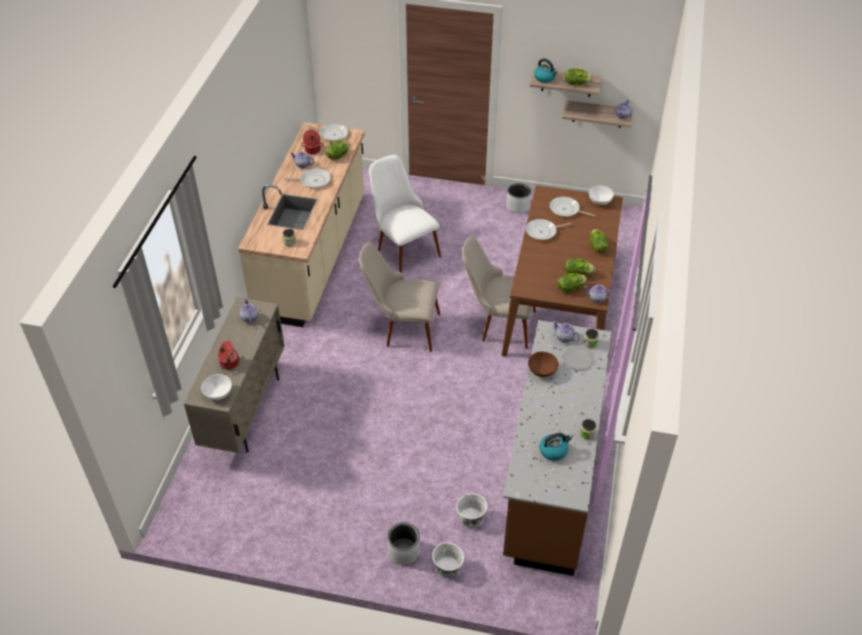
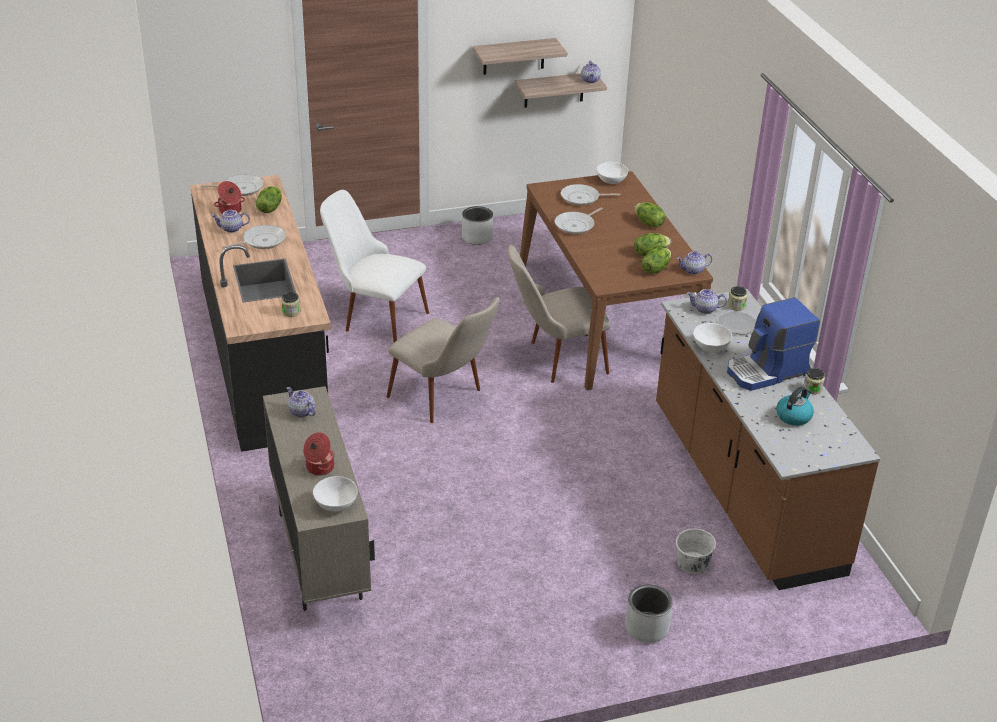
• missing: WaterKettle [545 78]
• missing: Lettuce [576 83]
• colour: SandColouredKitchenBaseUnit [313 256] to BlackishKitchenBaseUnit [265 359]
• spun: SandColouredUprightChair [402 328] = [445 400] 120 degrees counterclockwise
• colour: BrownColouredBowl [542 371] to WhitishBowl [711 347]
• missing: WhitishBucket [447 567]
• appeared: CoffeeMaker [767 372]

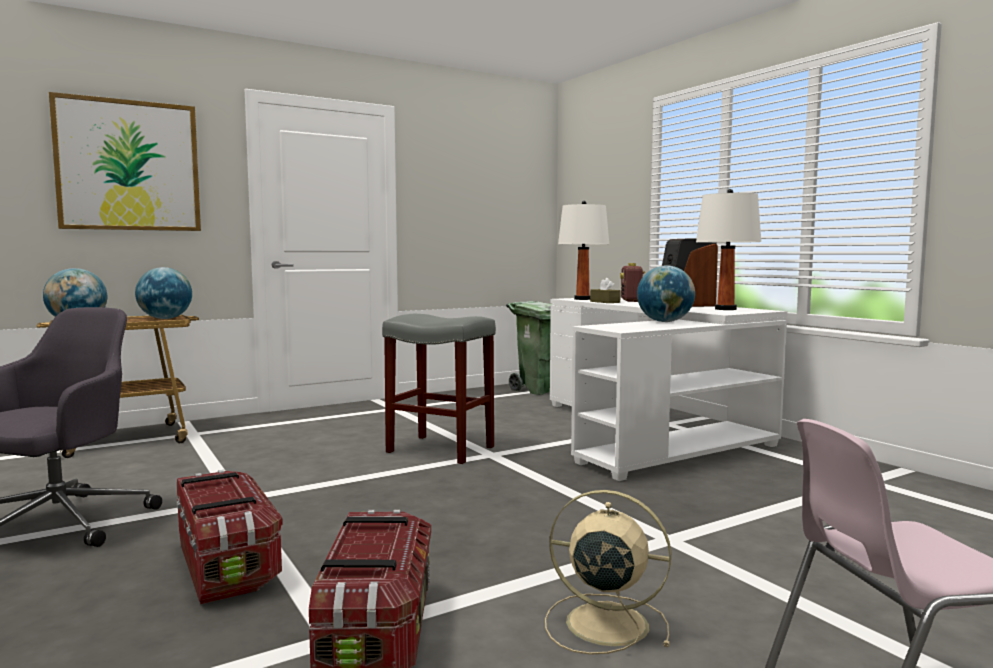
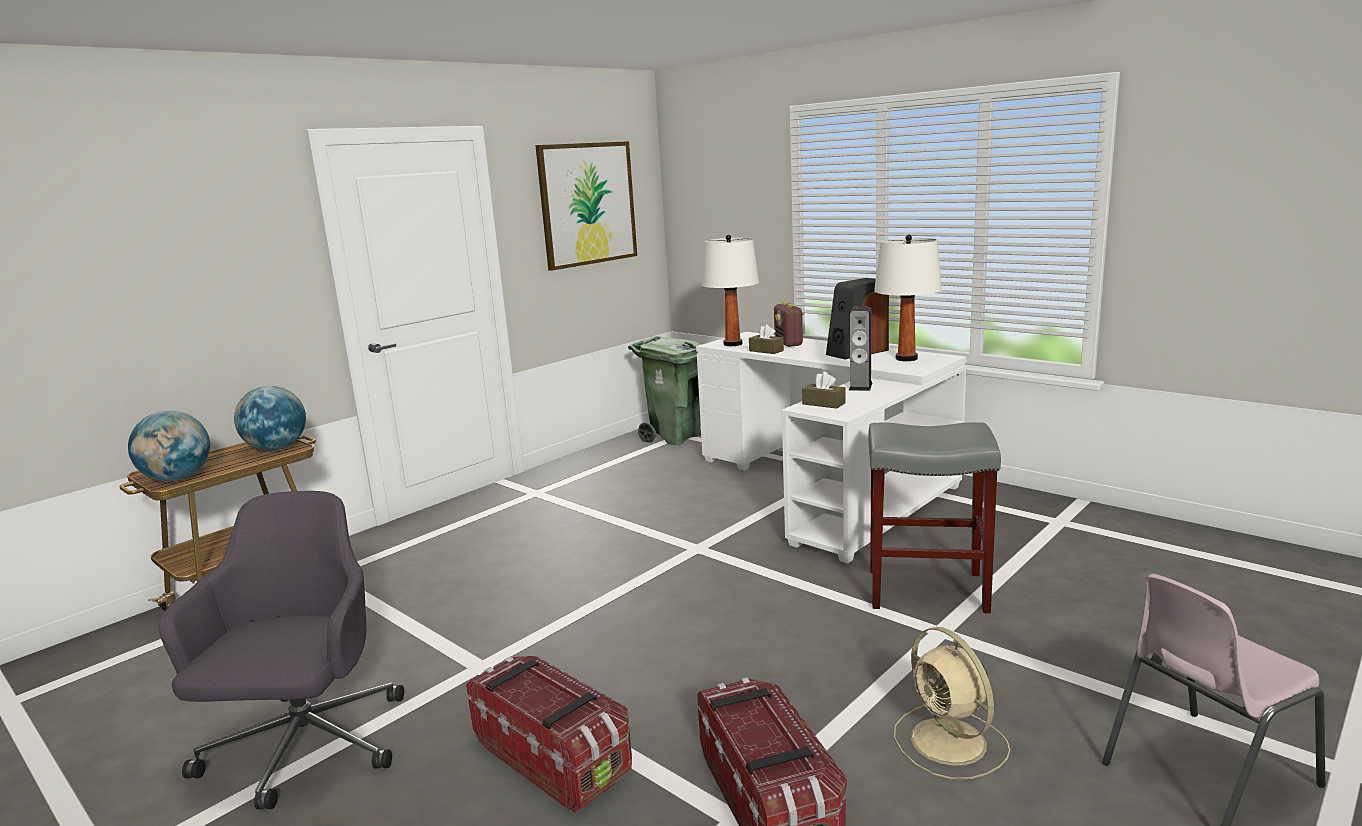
• relocated: WallPicture [128 166] to [587 204]
• exchanged: WorldGlobe [665 322] to Loudspeaker [860 386]
• relocated: GrayStool [439 449] to [925 590]
• spun: SandColouredFan [603 623] = [950 743] 120 degrees counterclockwise
• appeared: BrownColouredBoxOfTissues [823 403]

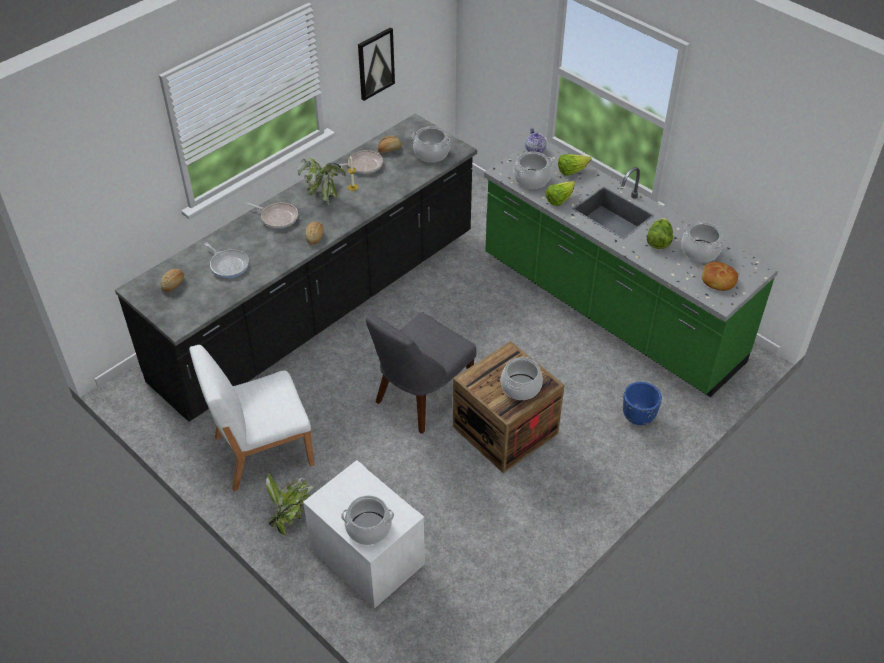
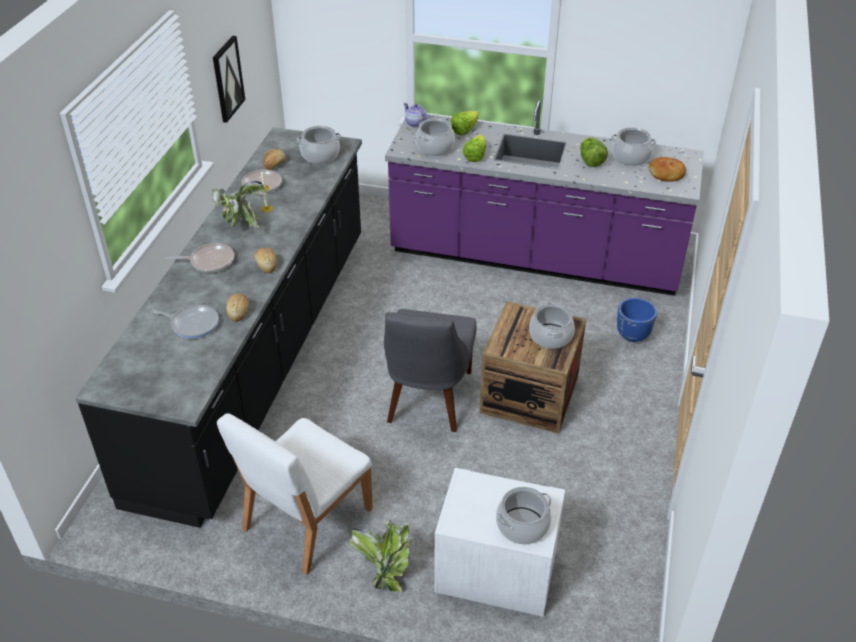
• colour: GreenKitchenBaseUnit [609 310] to PurplishKitchenBaseUnit [535 258]
• relocated: Bread [174 284] to [238 312]

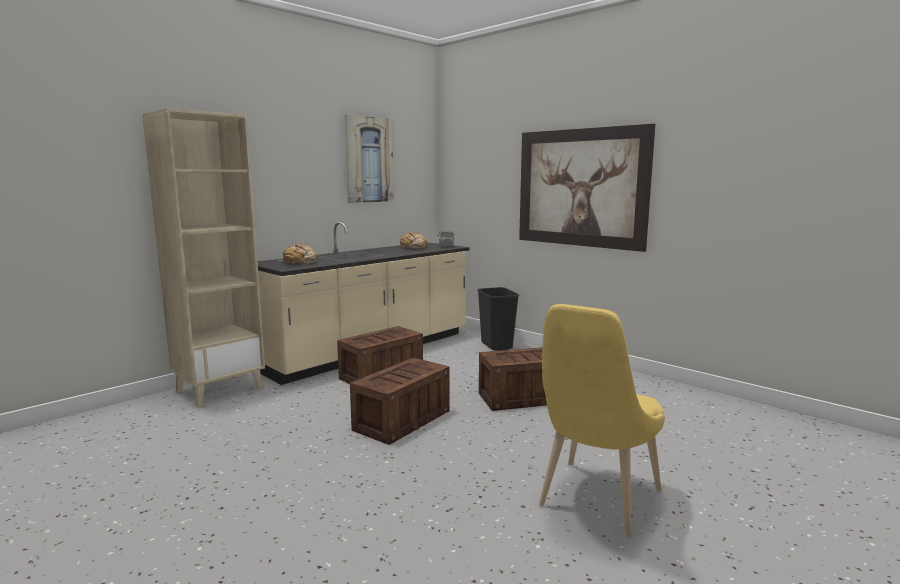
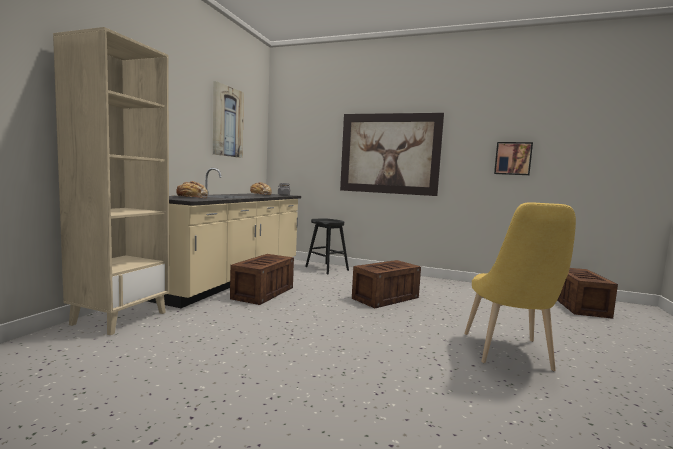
• exchanged: BlackishWasteBin [497 346] to BlackishStool [326 268]
• relocated: PackingCrate [403 419] to [578 305]
• appeared: WallPicture [512 158]

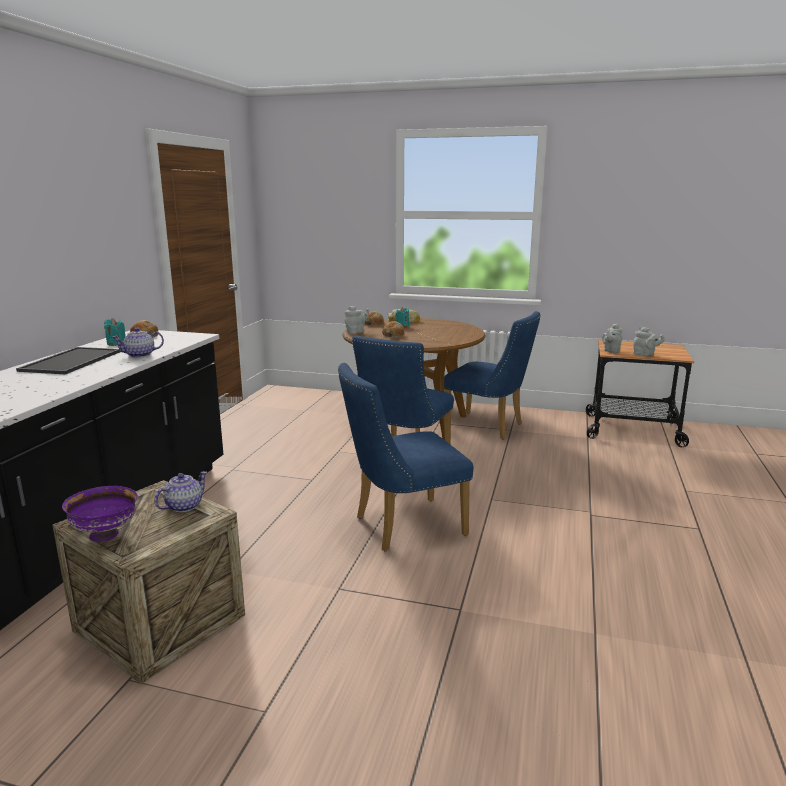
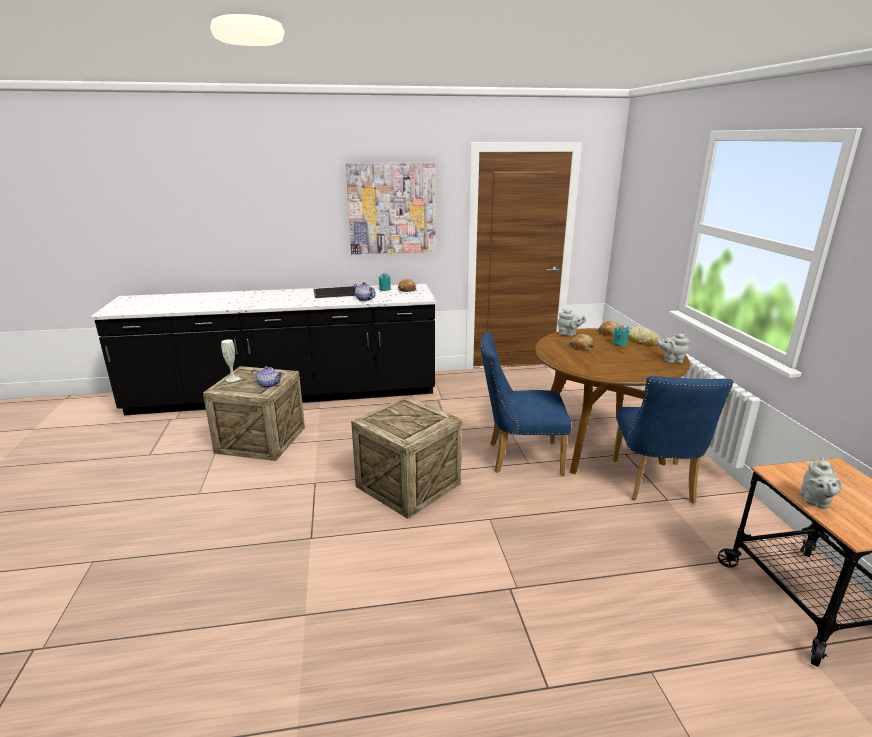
• relocated: GrayPotForTea [611 351] to [671 360]
• exchanged: BluishUprightChair [401 526] to PackingCrate [408 485]
• exchanged: PurplishBowl [106 534] to WhitishFlowerVase [232 379]
• appeared: WallPicture [392 208]

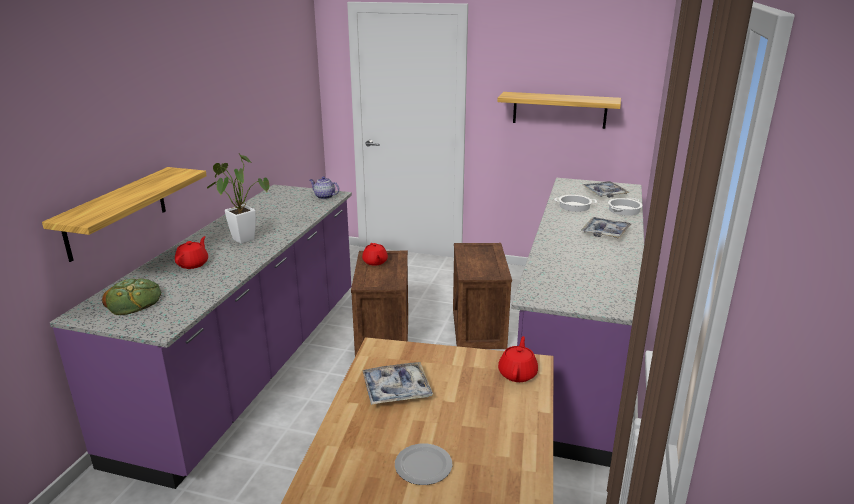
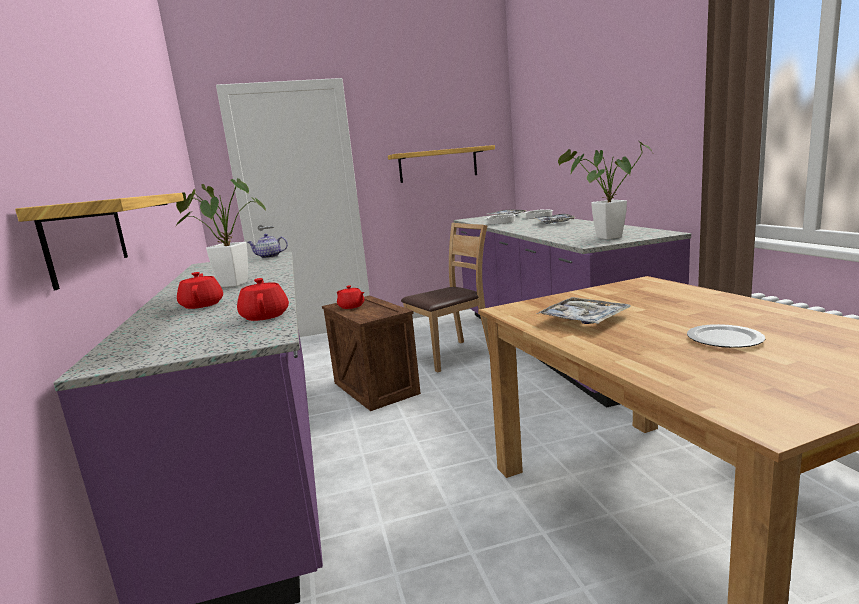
• exchanged: PackingCrate [479 328] to BrownColouredUprightChair [452 356]
• missing: Bread [133 301]
• relocated: RedPotForTea [518 373] to [265 316]
• appeared: PottedPlant [603 238]

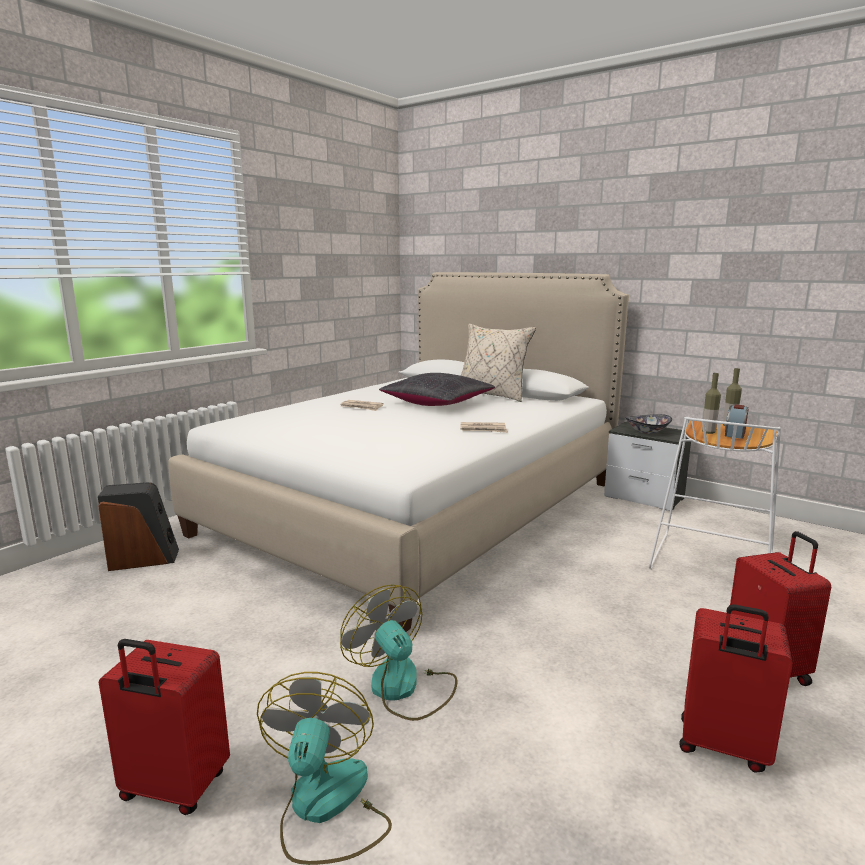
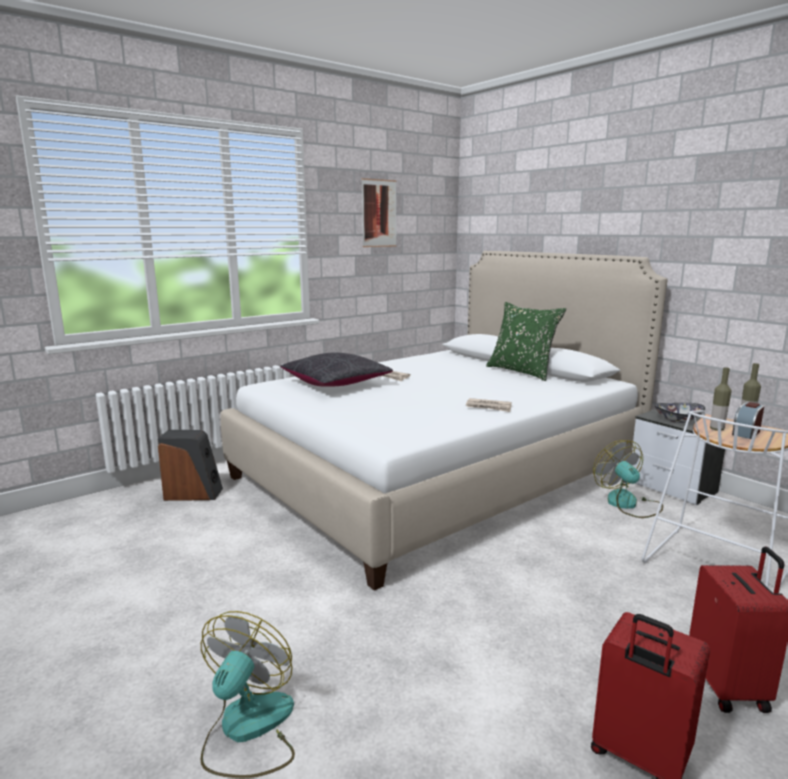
• colour: SandColouredPillow [492 395] to GreenPillow [522 372]
• relocated: BlackishPillow [437 403] to [335 383]
• relocated: Fan [403 688] to [628 504]
• missing: RedTravelCase [173 788]
• appeared: WallPicture [379 213]

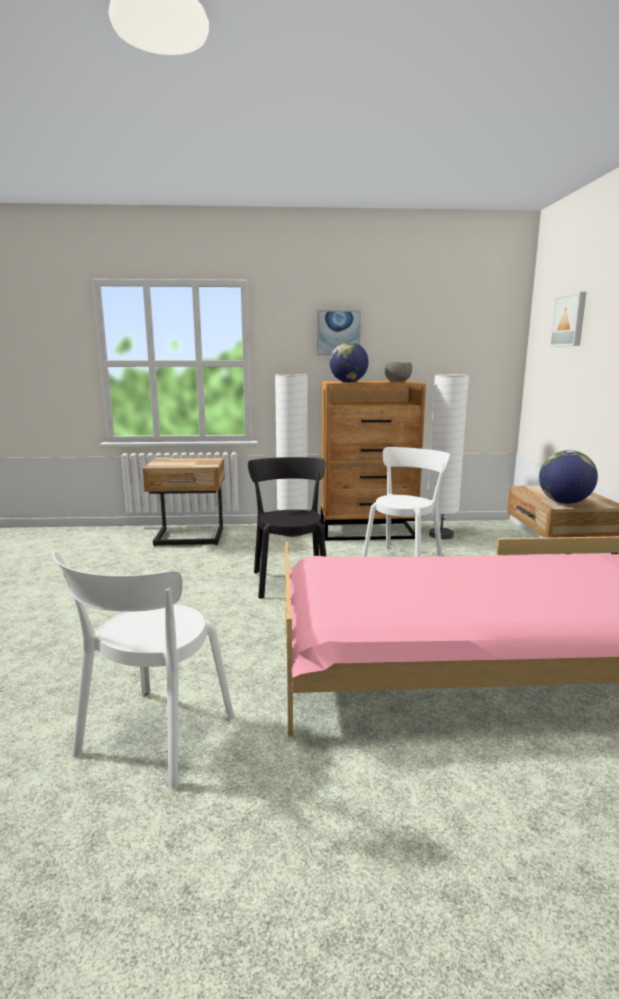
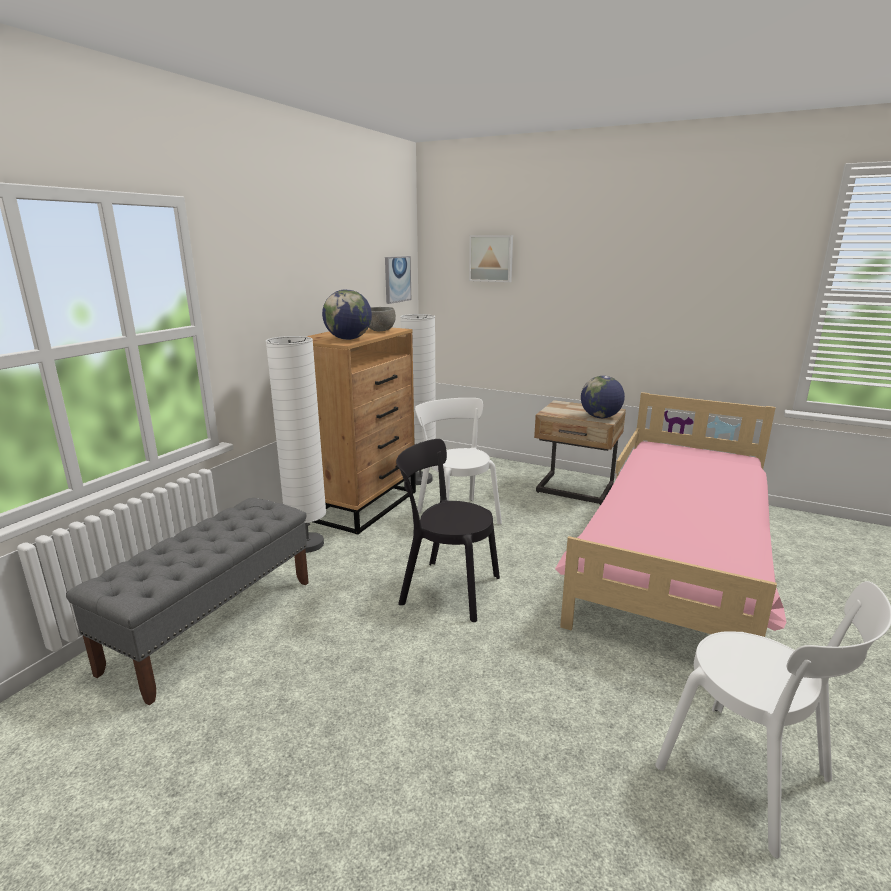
• relocated: WallPicture [338 333] to [397 279]
• exchanged: SandColouredNightTable [189 538] to GrayLongSeat [214 623]

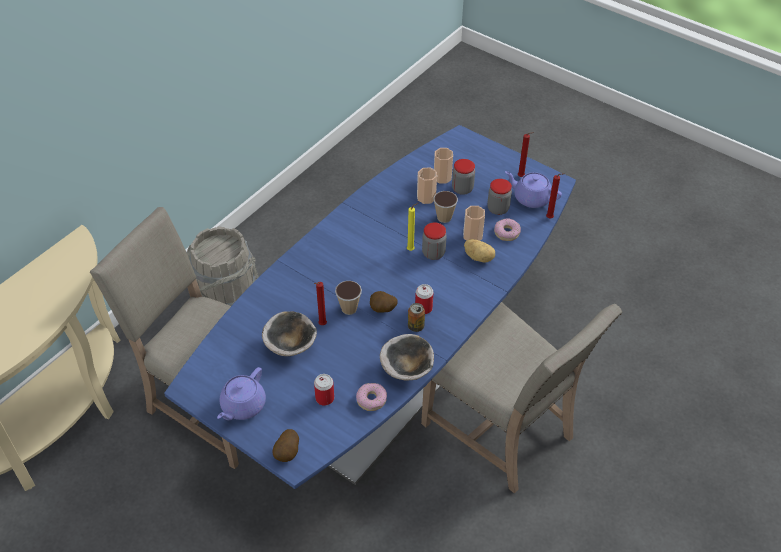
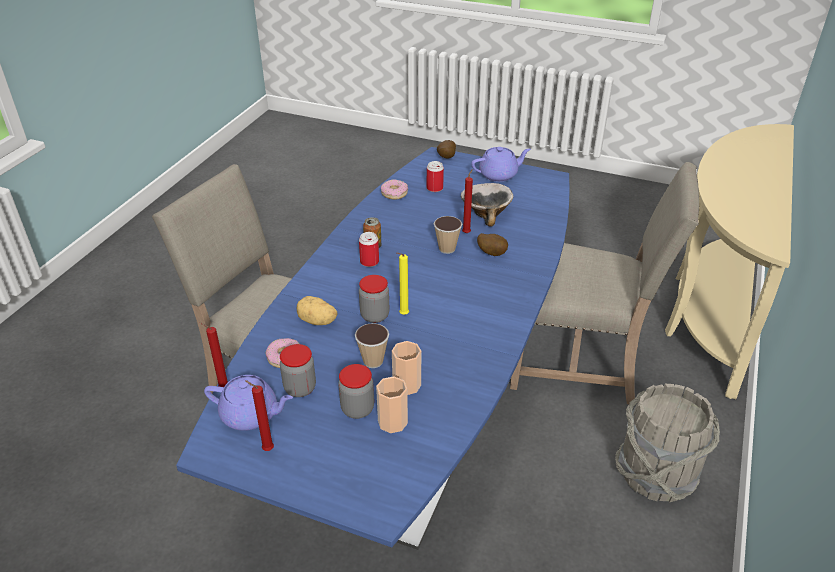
• missing: DrinkingCup [472 236]
• relocated: WholePotato [382 310] to [492 253]
• missing: Bowl [407 370]
• spun: PurplishPotForTea [242 406] = [499 175] 60 degrees clockwise

